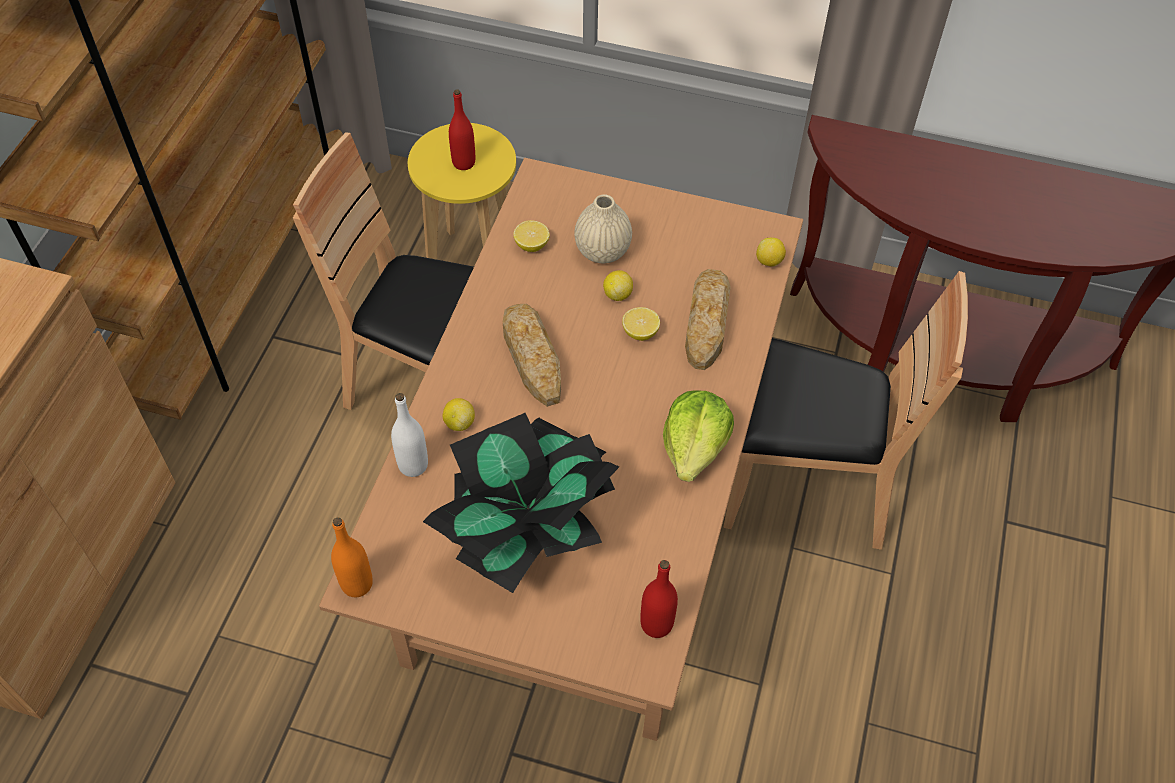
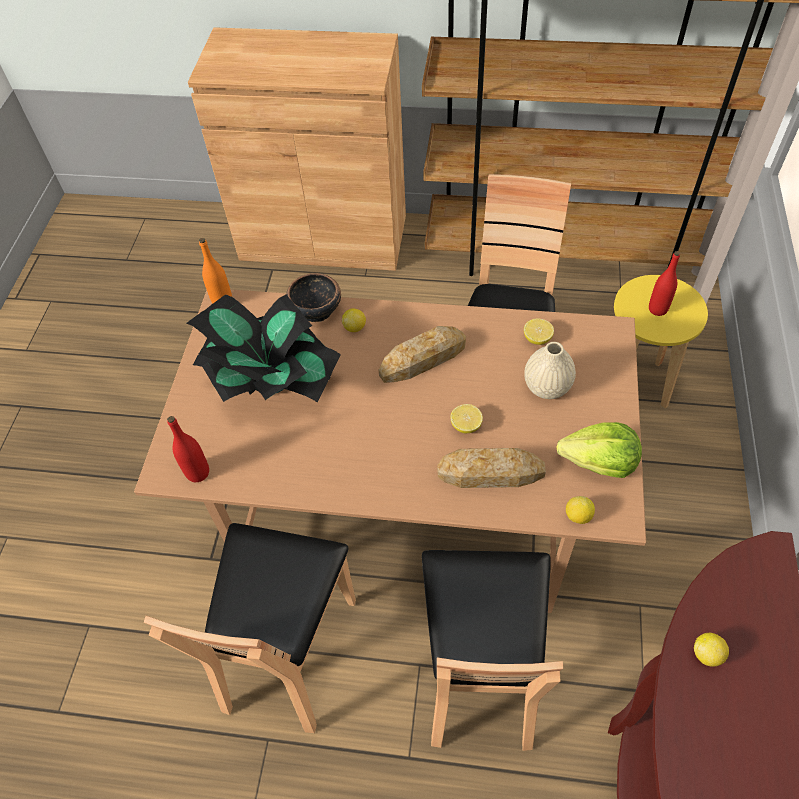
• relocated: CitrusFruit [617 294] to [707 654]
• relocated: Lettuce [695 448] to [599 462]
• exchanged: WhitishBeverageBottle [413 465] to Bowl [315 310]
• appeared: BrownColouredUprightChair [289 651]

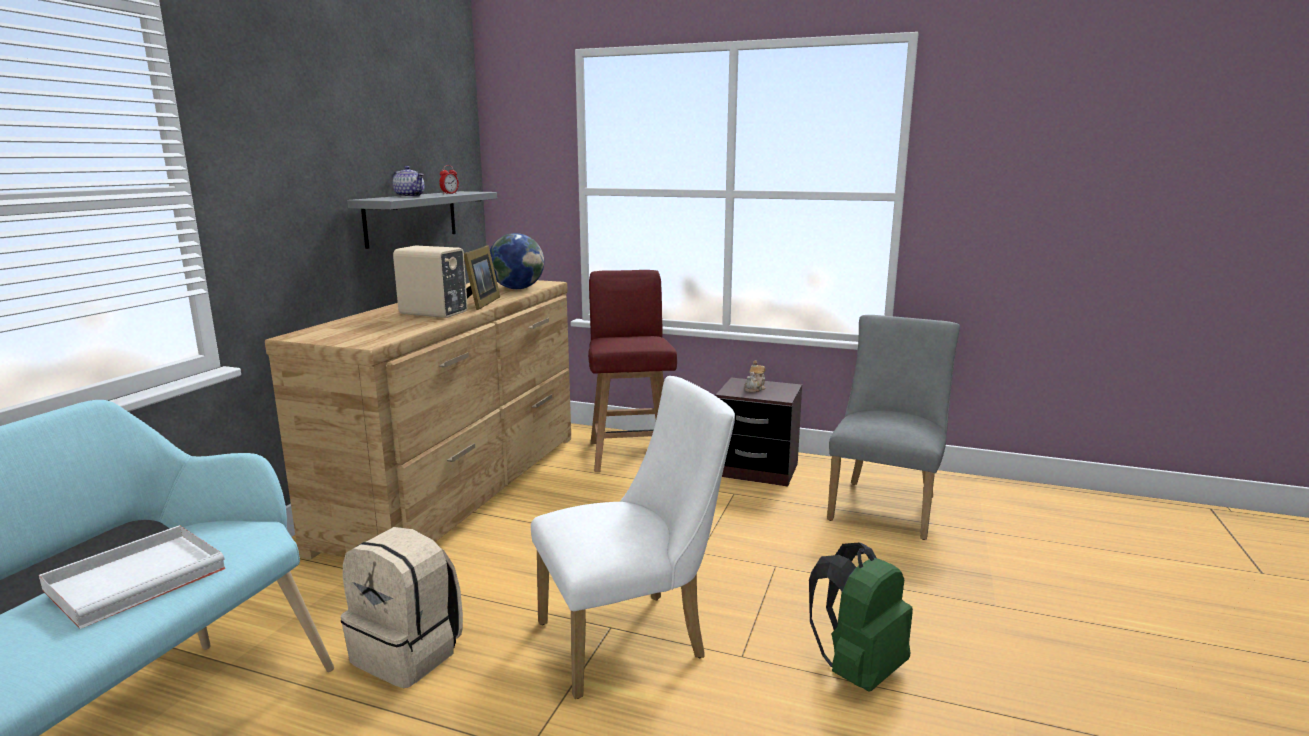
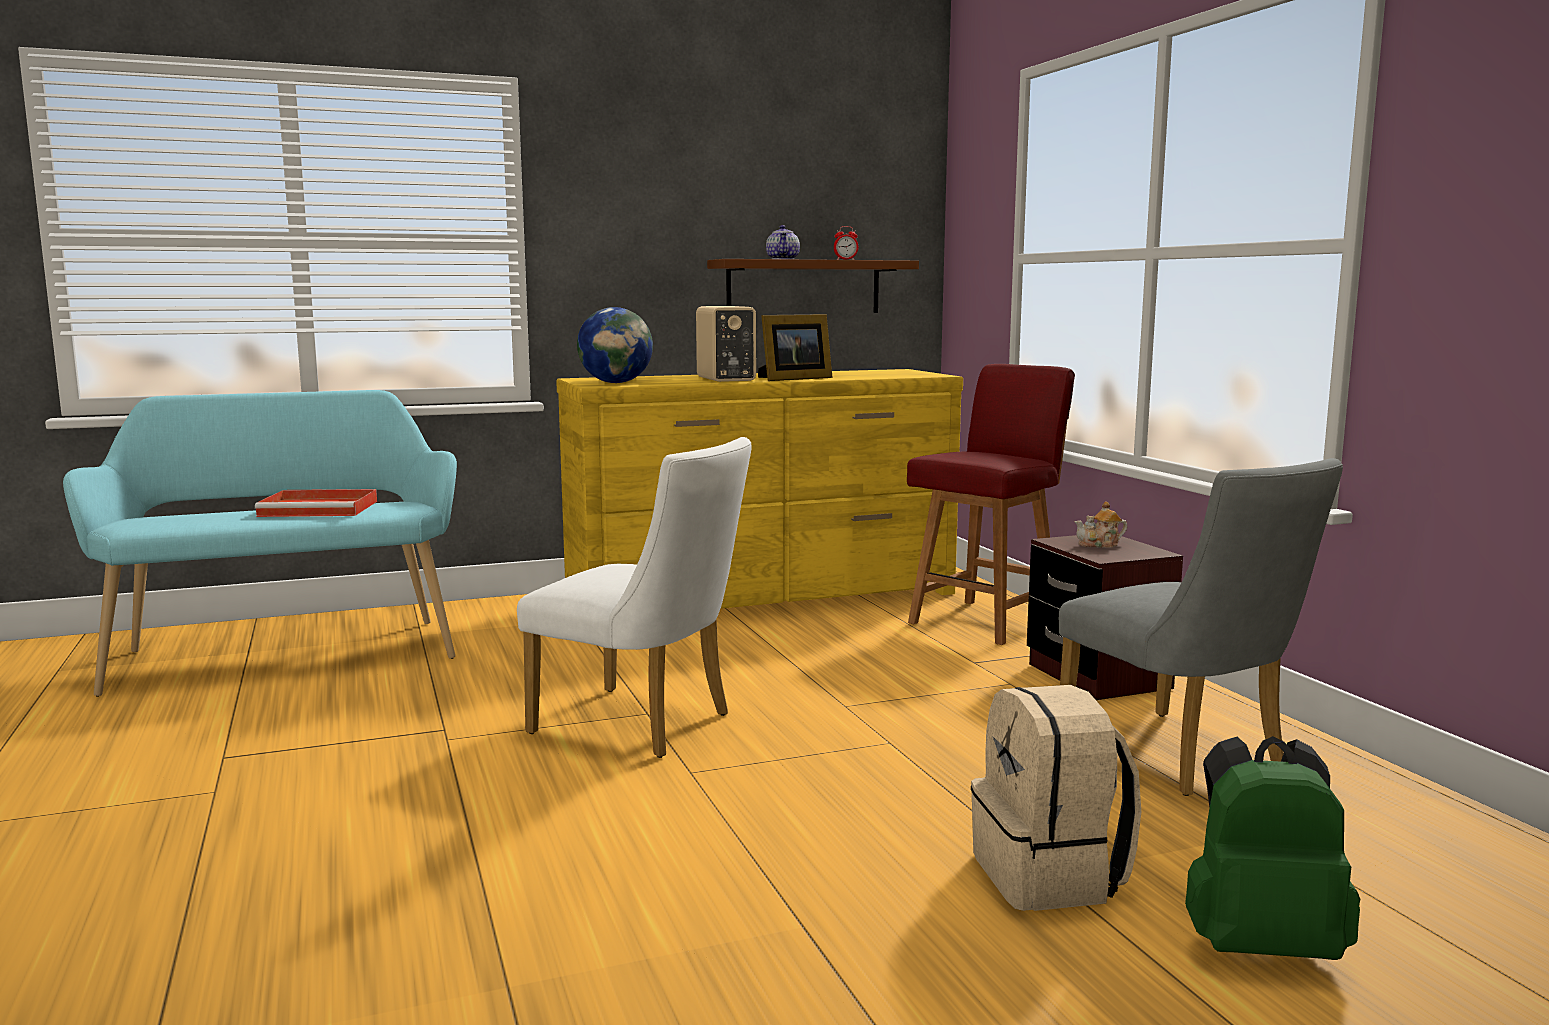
• colour: GrayShelf [411 218] to BrownColouredShelf [803 287]
• relocated: WorldGlobe [517 288] to [616 382]
• colour: BrownColouredDresser [460 487] to YellowishDresser [764 597]
• spun: GrayUprightChair [885 505] = [1183 759] 75 degrees clockwise
• colour: WhitishTray [139 577] to RedTray [321 508]
• relocated: SandColouredKnapsack [409 653] to [1050 877]
• relocated: GreenKnapsack [857 669] to [1260 944]

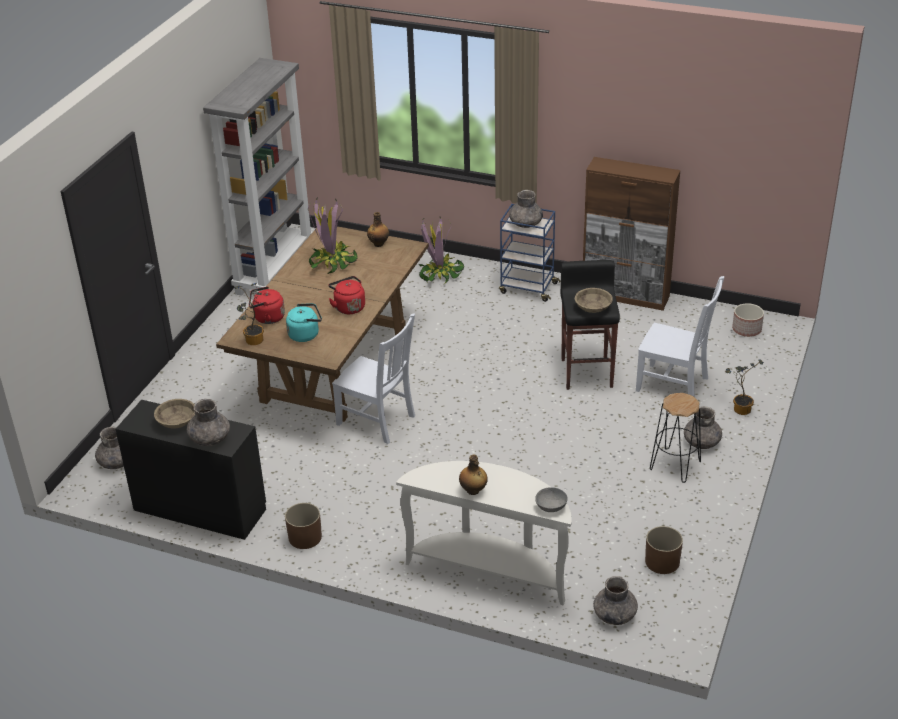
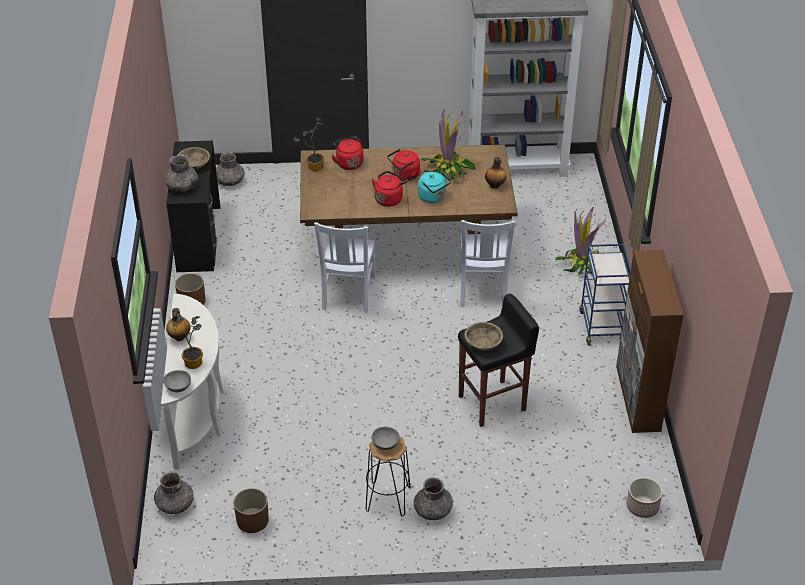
• missing: GrayFlowerVase [525 223]
• relocated: WhitishUprightChair [674 385] to [482 290]
• relocated: TurquoiseColouredWaterKettle [305 334] to [433 197]
• relocated: PottedPlant [740 408] to [195 361]
• appeared: RedWaterKettle [404 176]
• appeared: GrayBowl [385 444]

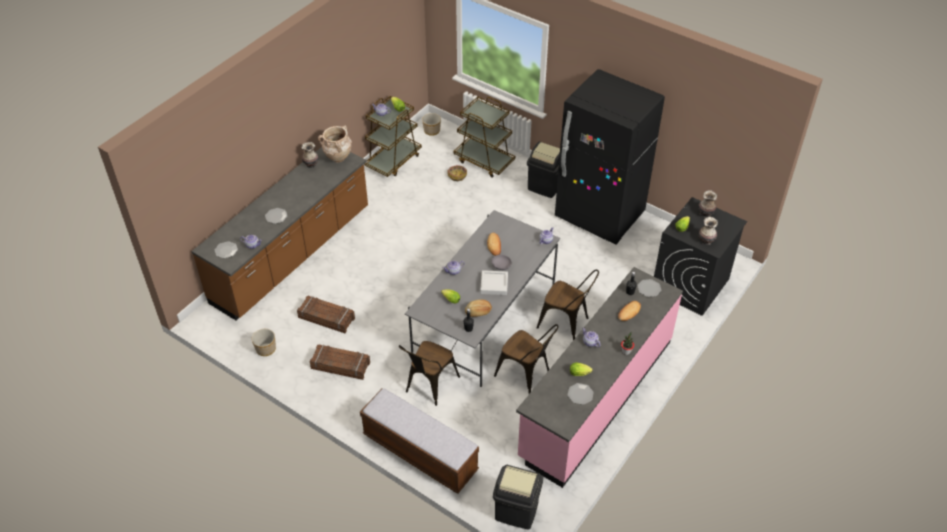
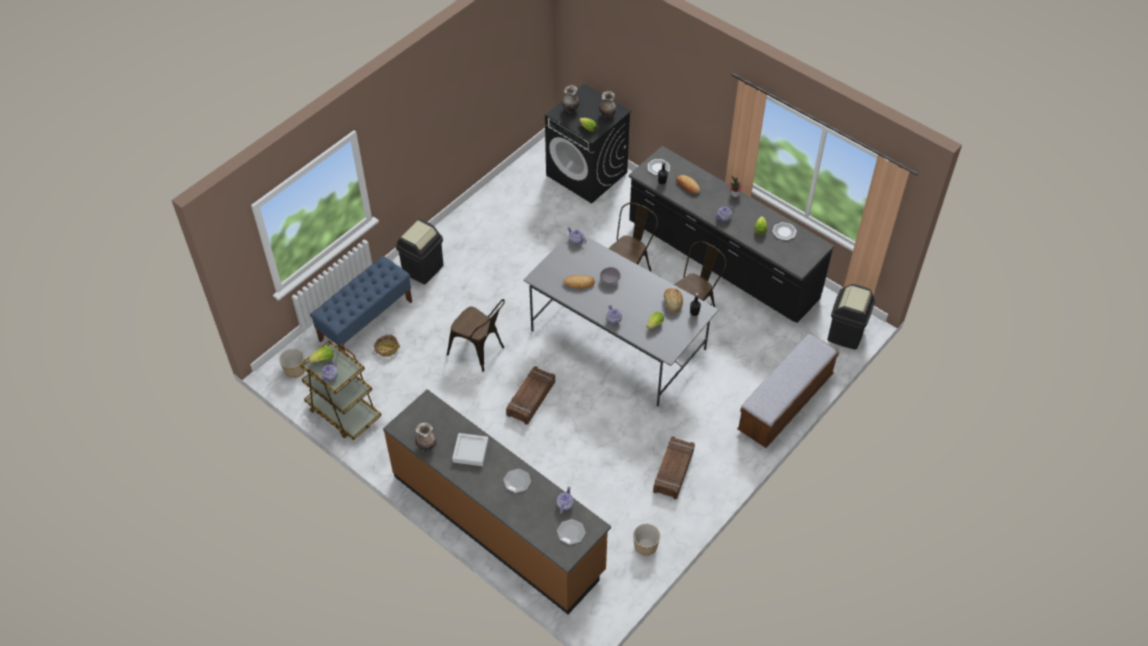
• missing: BlackishFridge [599 216]
• exchanged: BrownColouredWheeledCart [484 161] to BluishLongSeat [366 320]
• missing: SandColouredFlowerVase [338 159]
• colour: PinkishKitchenBaseUnit [596 398] to BlackishKitchenBaseUnit [721 262]
• relocated: GrayTray [494 284] to [470 451]
• relocated: PackingCrate [326 317] to [530 398]
• relocated: BrownColouredUprightChair [429 386] to [480 352]

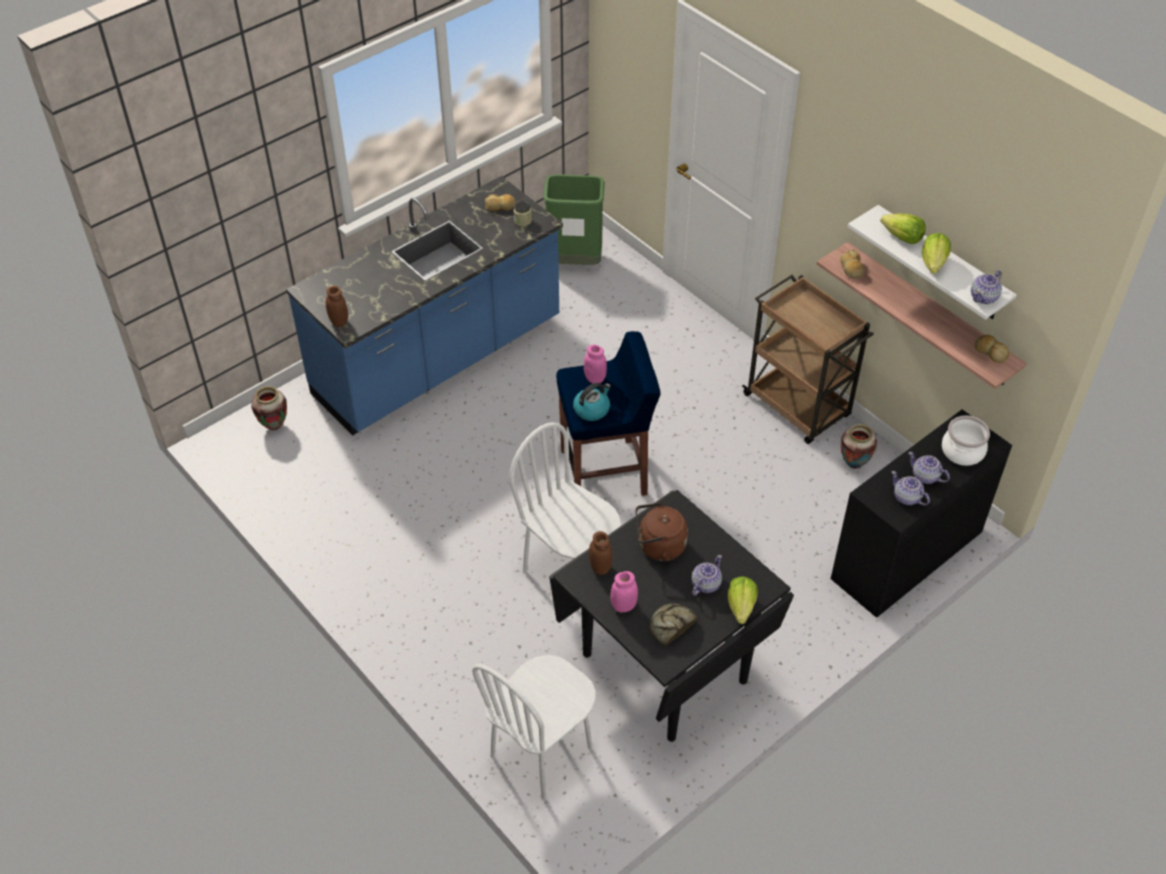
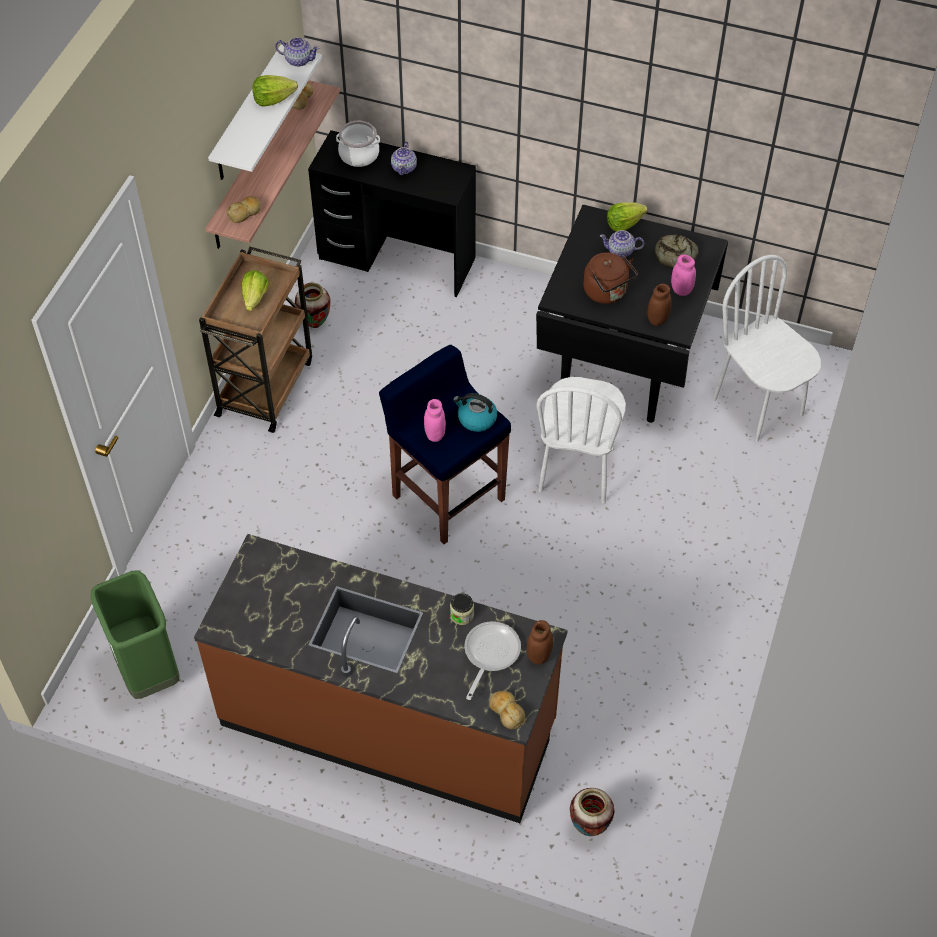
• colour: BluishKitchenBaseUnit [438 359] to BrownColouredKitchenBaseUnit [388 723]
• relocated: Bread [500 206] to [506 712]
• relocated: Jar [523 220] to [462 615]
• relocated: Lettuce [902 238] to [255 298]
• missing: PotForTea [907 498]
• spun: WhitishUprightChair [542 752] = [758 406] 135 degrees counterclockwise
• appeared: Pan [489 654]

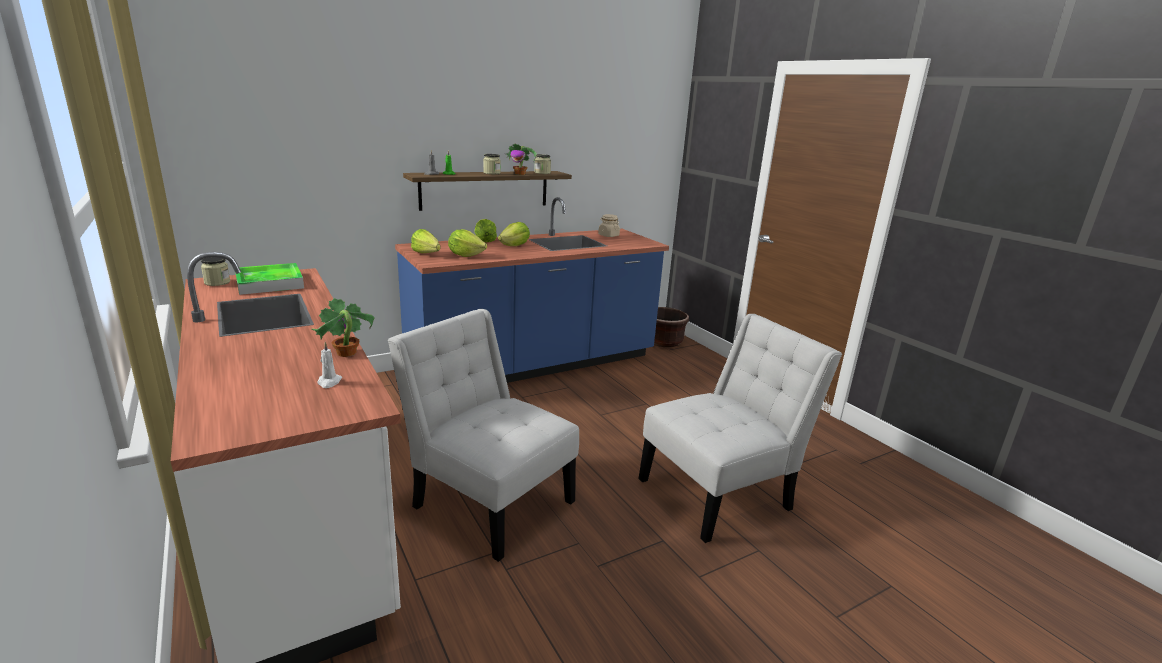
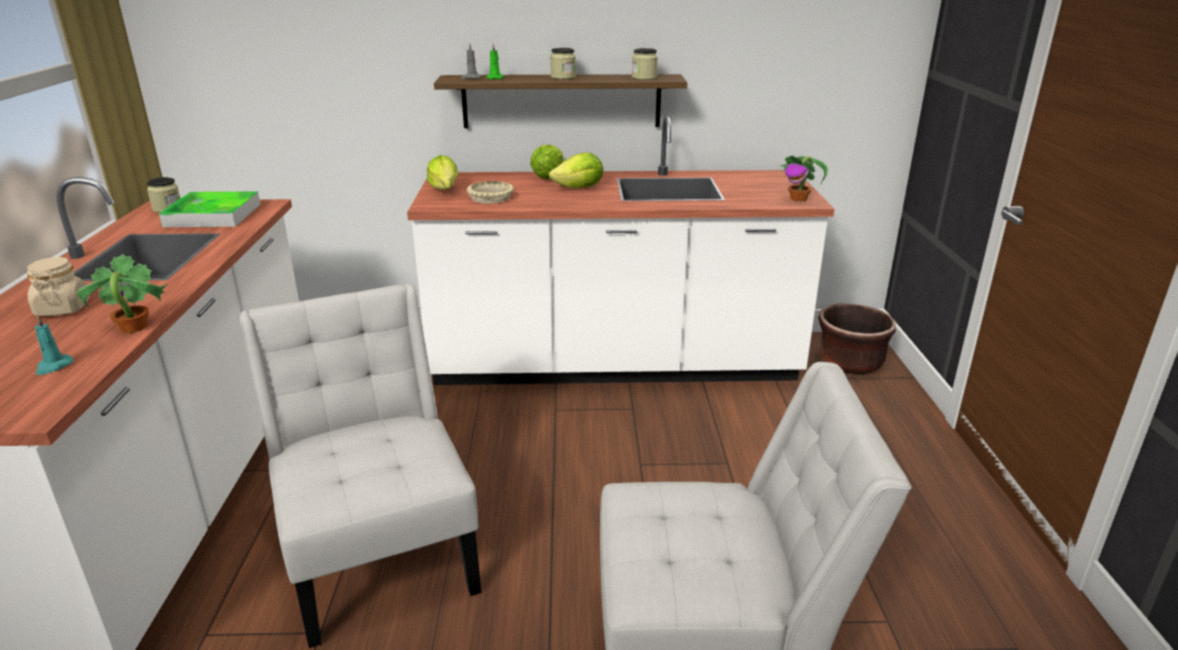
• relocated: PottedPlant [520 174] to [799 199]
• colour: BluishKitchenBaseUnit [535 365] to WhitishKitchenBaseUnit [614 365]
• relocated: SandColouredJar [608 235] to [63 309]
• exchanged: Lettuce [466 255] to SandColouredBowl [490 197]
• colour: WhitishWaxCandle [329 382] to TurquoiseColouredWaxCandle [53 366]

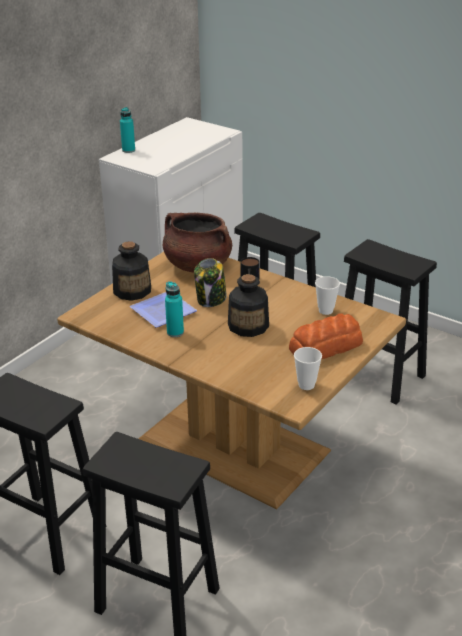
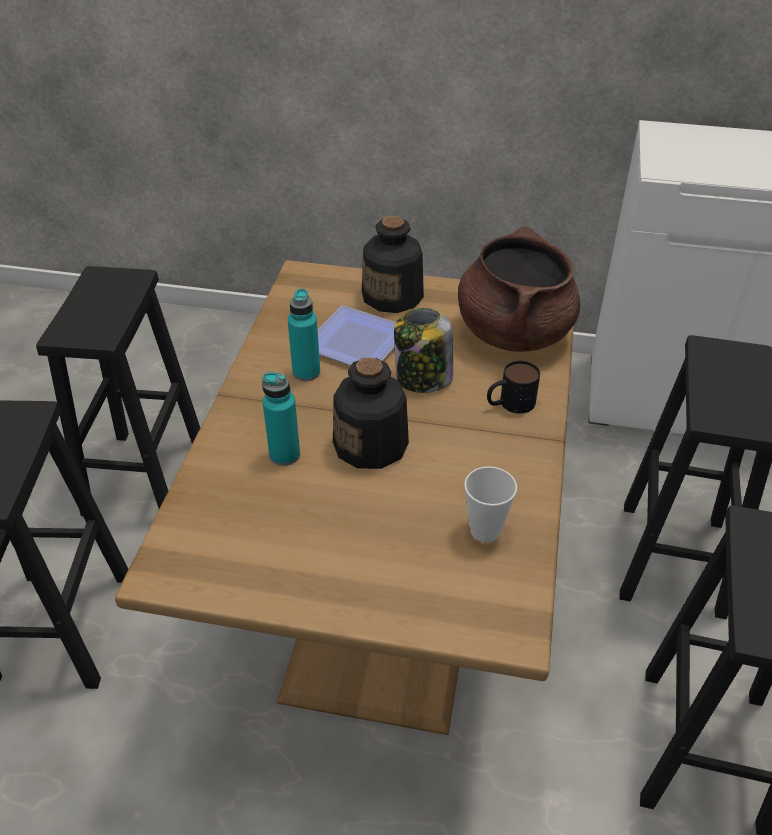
• relocated: TurquoiseColouredBeverageBottle [128 150] to [284 455]
• missing: Bread [326 346]
• missing: DrinkingCup [306 385]

